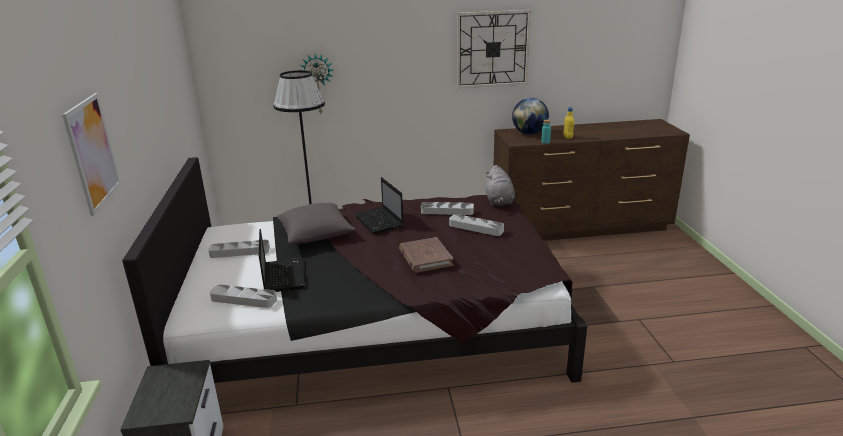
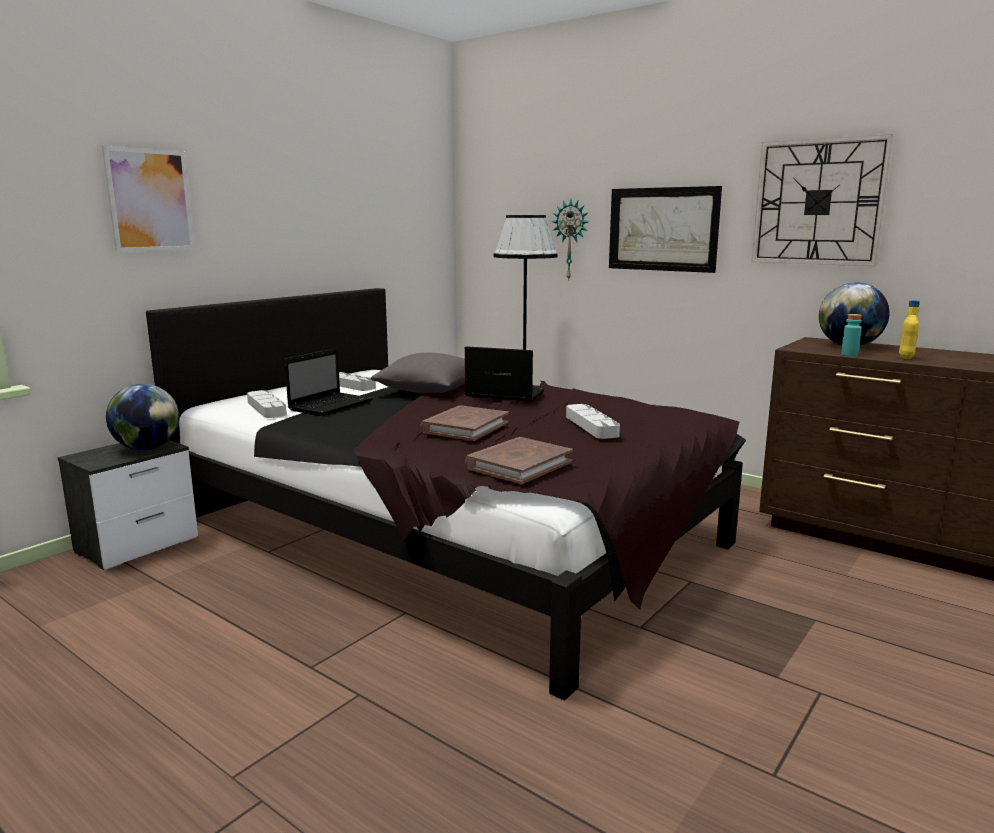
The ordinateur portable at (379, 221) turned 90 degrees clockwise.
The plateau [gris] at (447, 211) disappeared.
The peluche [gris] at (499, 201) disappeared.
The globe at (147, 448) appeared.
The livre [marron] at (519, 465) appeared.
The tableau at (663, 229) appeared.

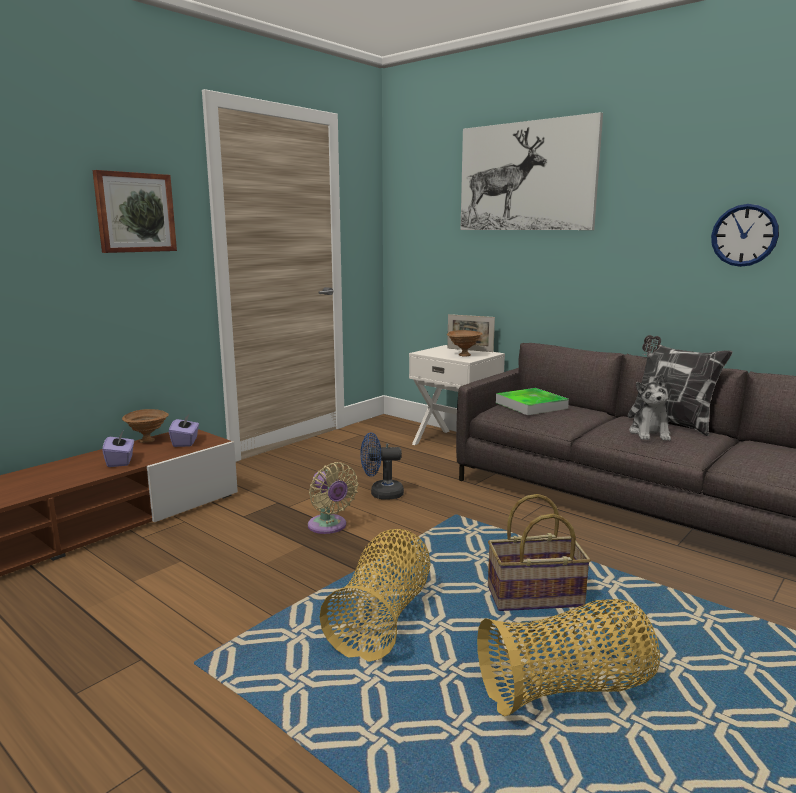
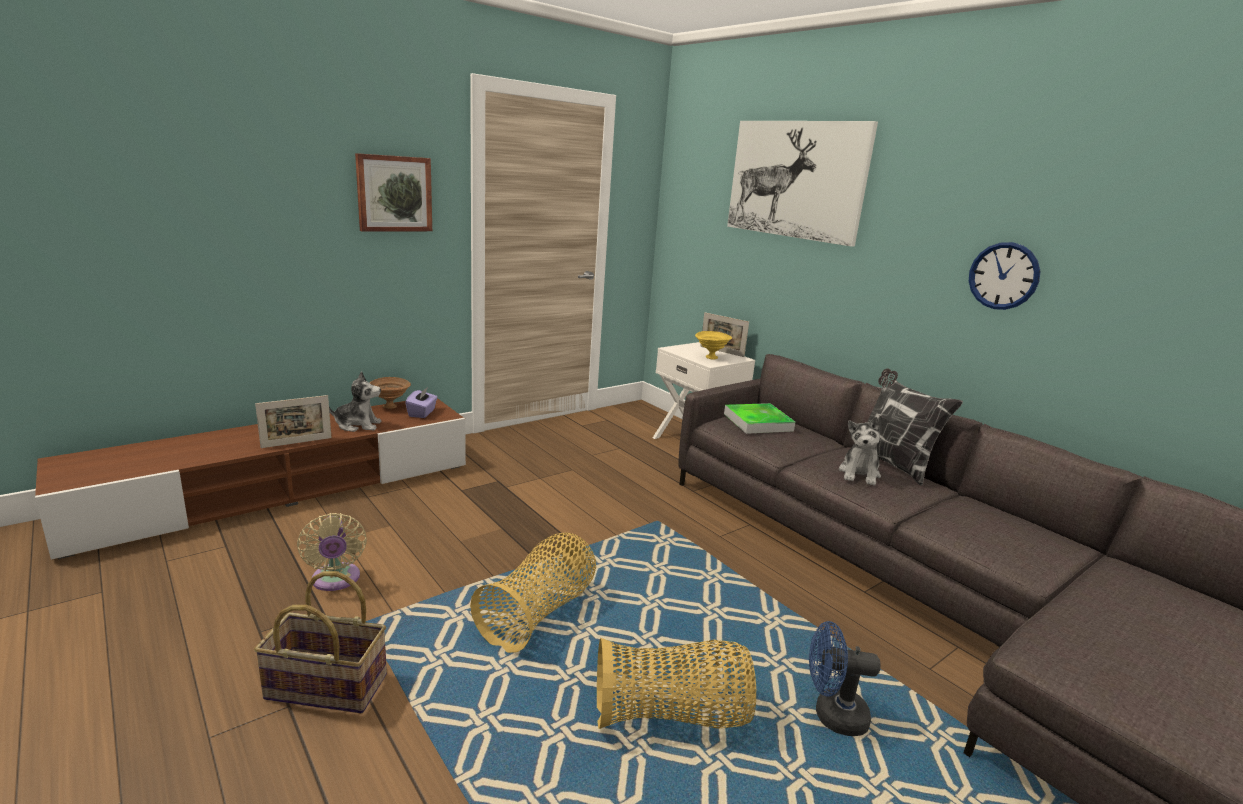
The boîte à mouchoirs [violet] at (121, 461) was replaced by the peluche at (358, 425).
The ventilateur [beige] moved from (329, 526) to (336, 580).
The ventilateur [bleu] moved from (381, 494) to (832, 715).
The bol [marron] at (464, 355) became the bol [jaune] at (710, 357).
The panier moved from (535, 597) to (325, 688).
The cadre photo at (297, 442) appeared.

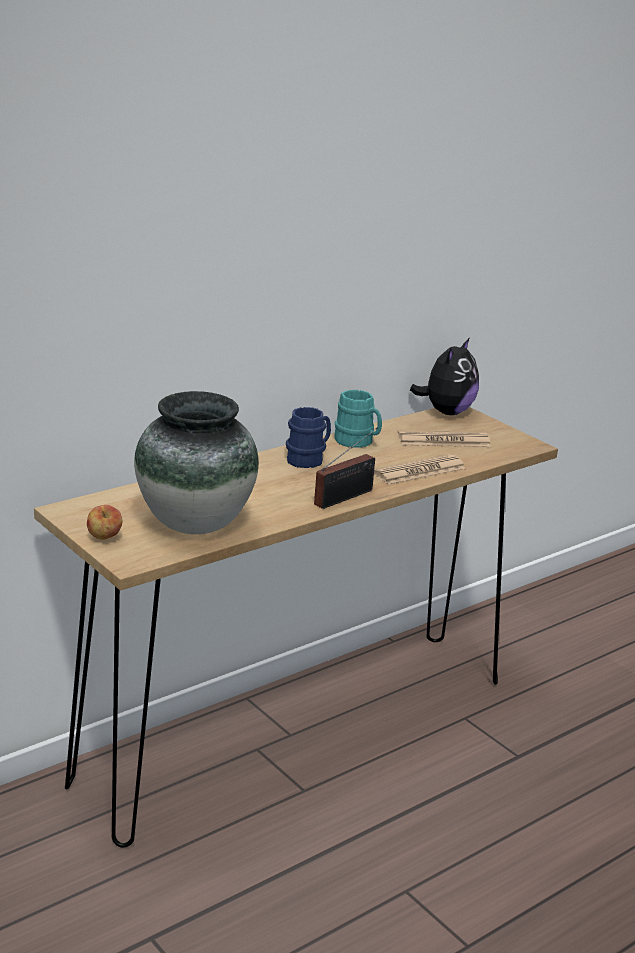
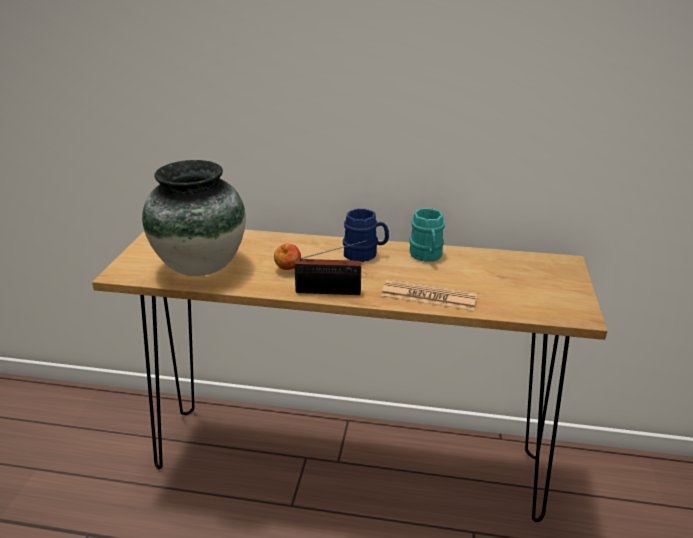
The pomme moved from (104, 538) to (288, 269).
The journal at (443, 441) disappeared.
The peluche at (446, 412) disappeared.

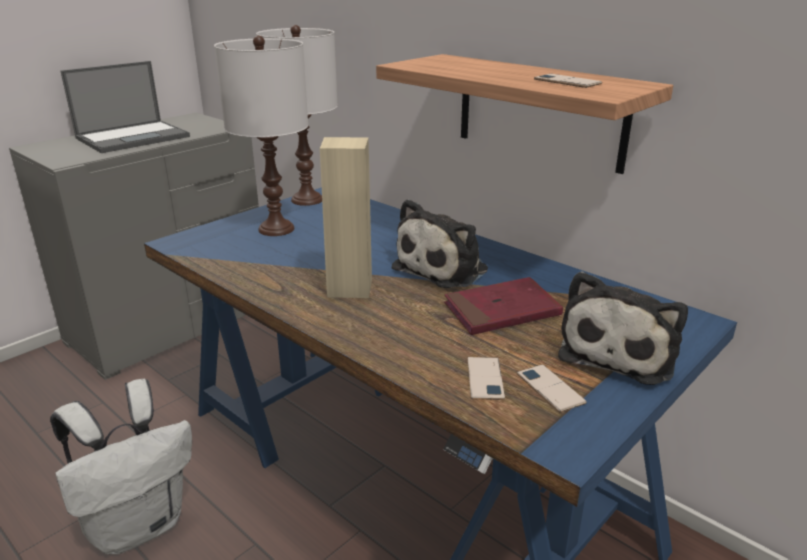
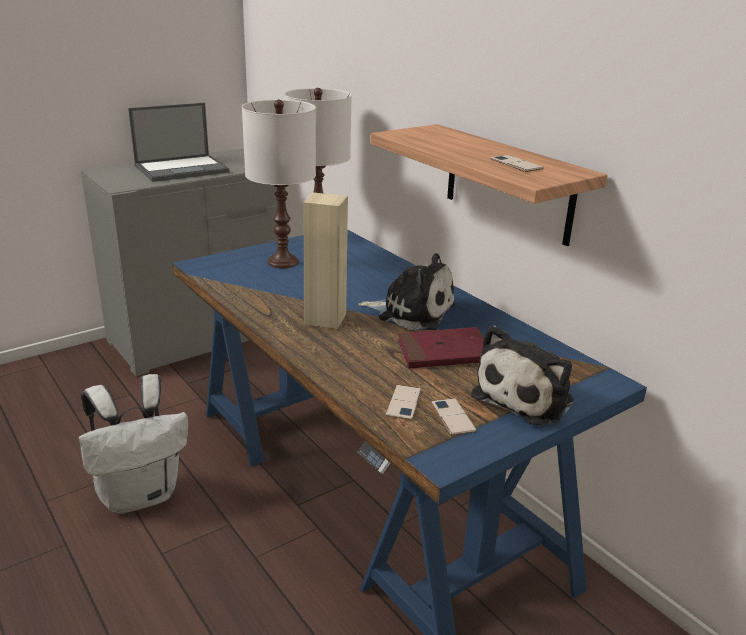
The peluche at (445, 268) turned 120 degrees counterclockwise.

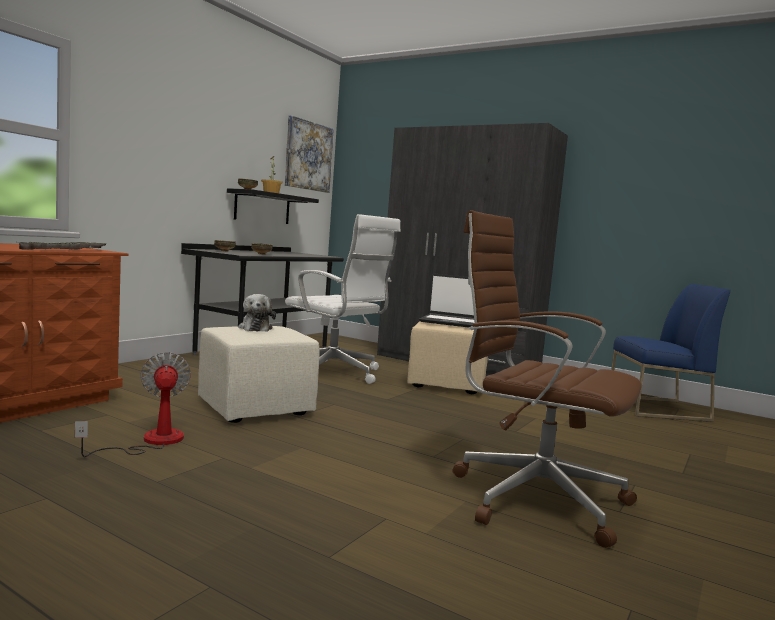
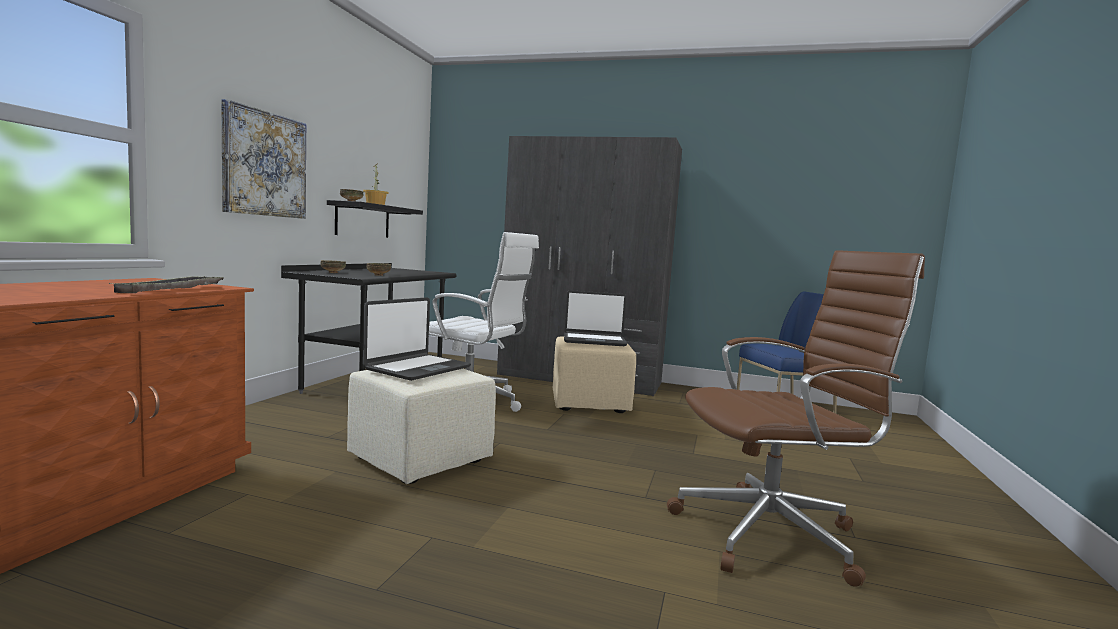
The ventilateur at (150, 442) disappeared.
The peluche at (255, 328) was replaced by the ordinateur portable at (417, 368).
The tableau moved from (308, 156) to (265, 164).
The chaise de bureau [marron] at (533, 497) turned 150 degrees clockwise.

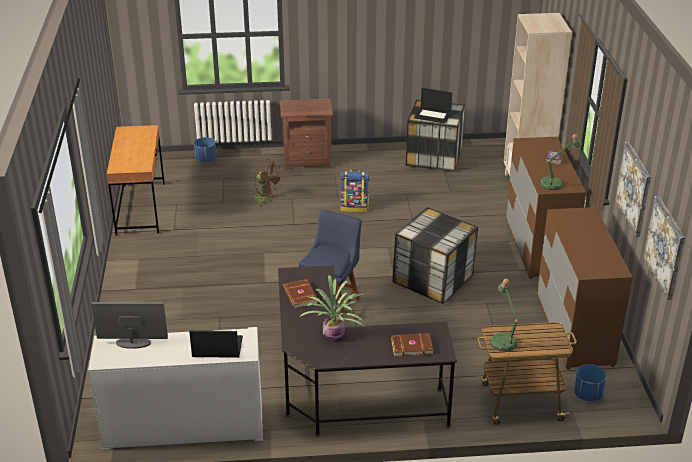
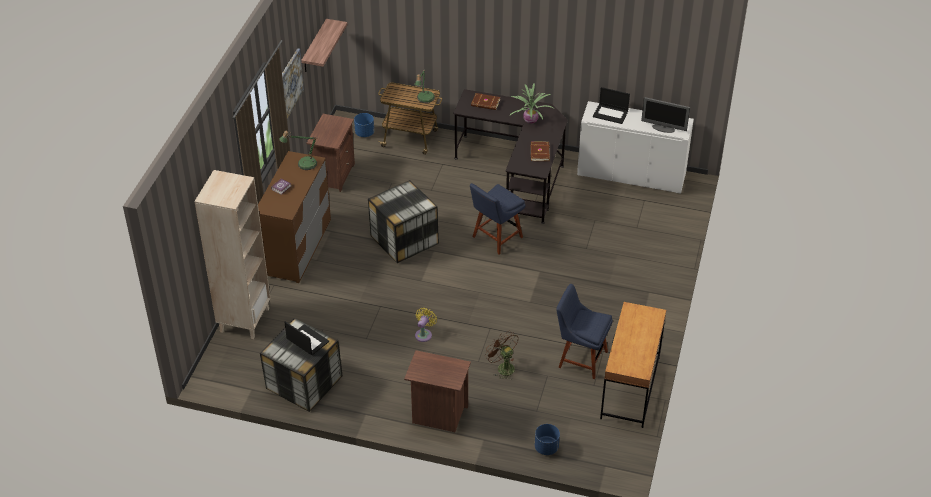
The sac à dos at (354, 207) was replaced by the ventilateur [jaune] at (424, 334).
The commode [marron] at (574, 329) was replaced by the table de chevet [marron] at (333, 174).
The tableau at (665, 247) was replaced by the étagère at (314, 47).
The chaise [bleu] at (580, 358) appeared.

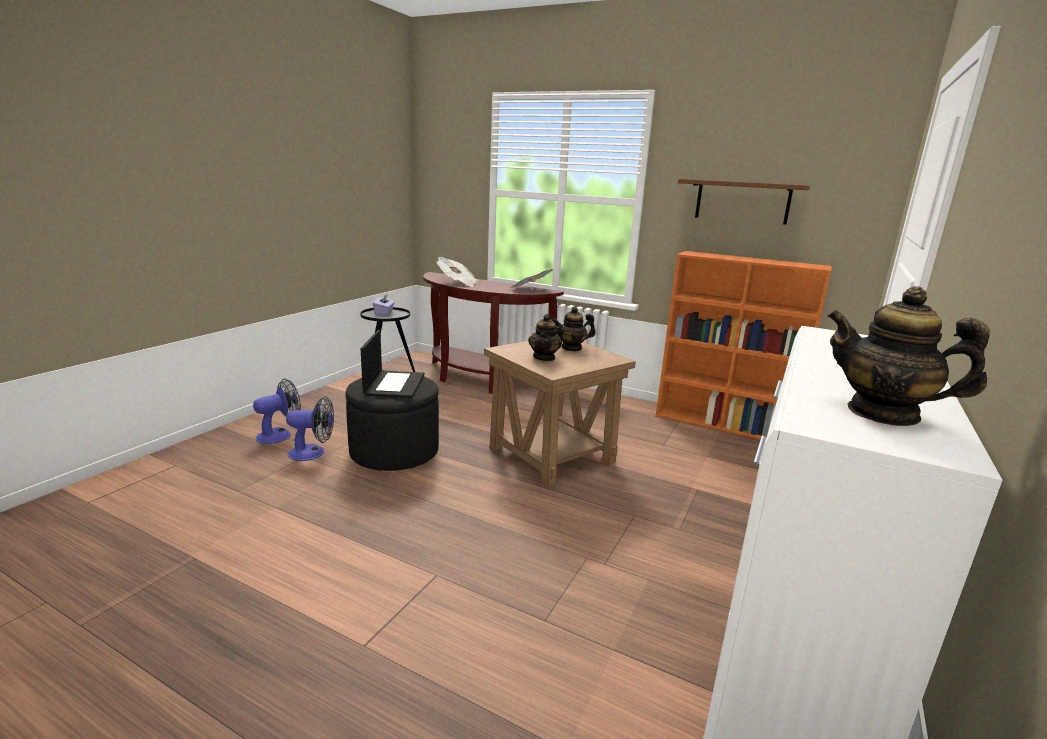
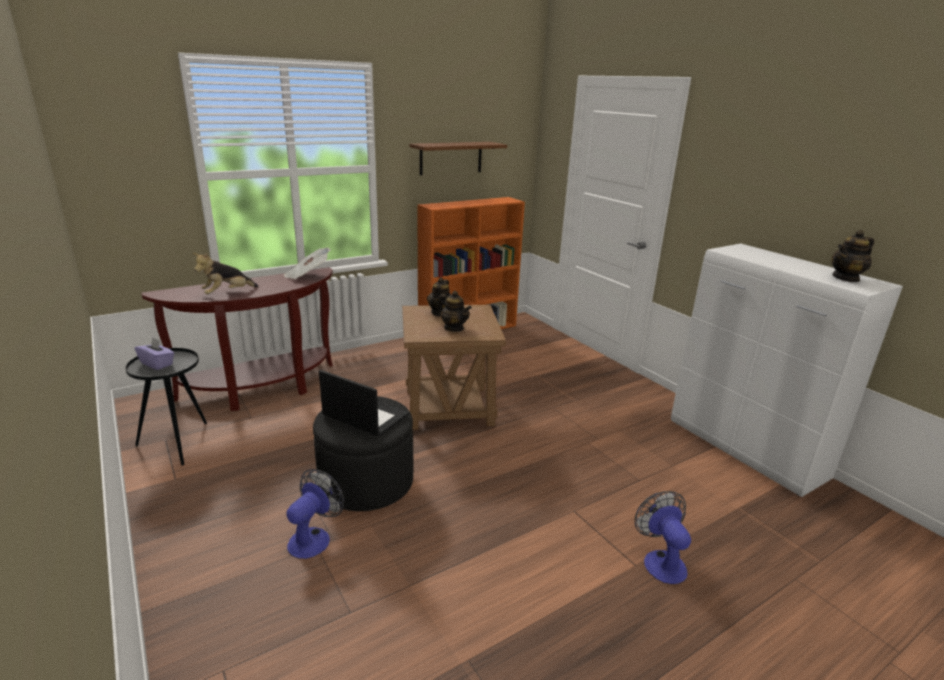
The ventilateur moved from (279, 434) to (660, 560).
The journal at (457, 283) was replaced by the peluche at (227, 293).

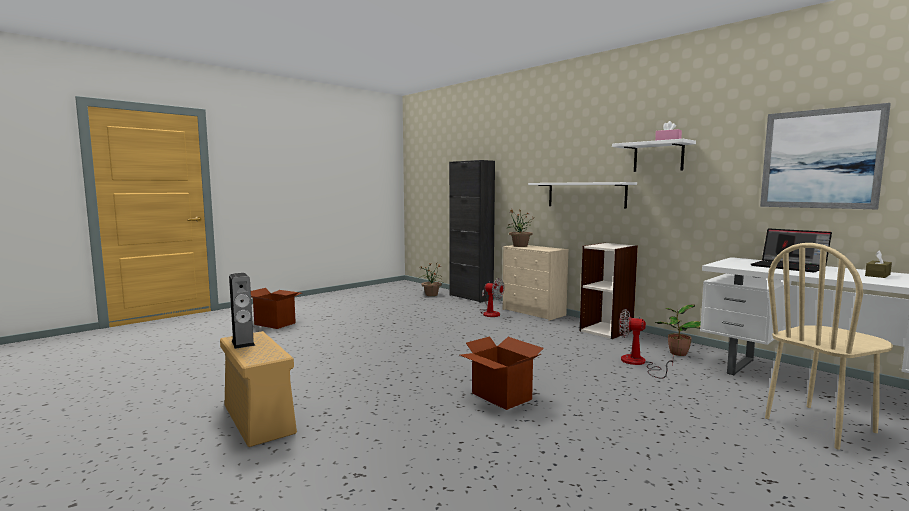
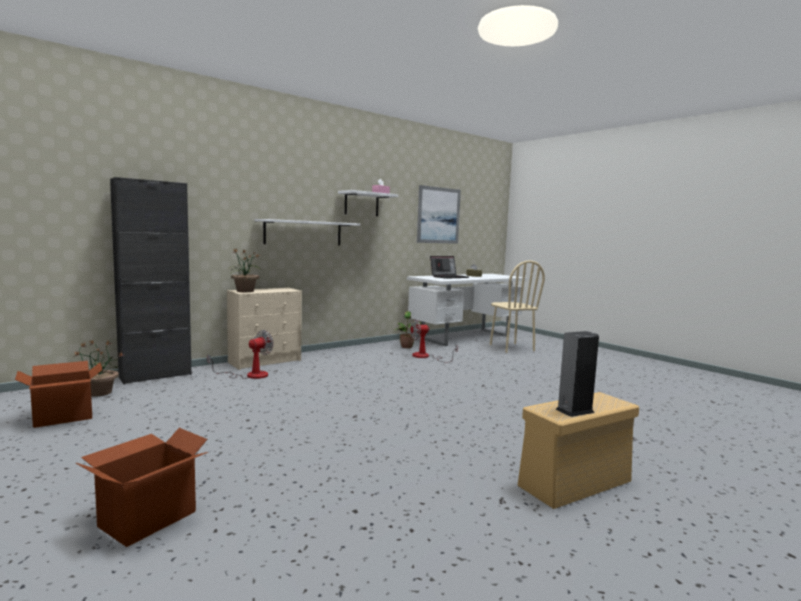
The carton moved from (501, 396) to (63, 417).
The bibliothèque at (607, 330) disappeared.
The ventilateur at (638, 364) turned 45 degrees clockwise.

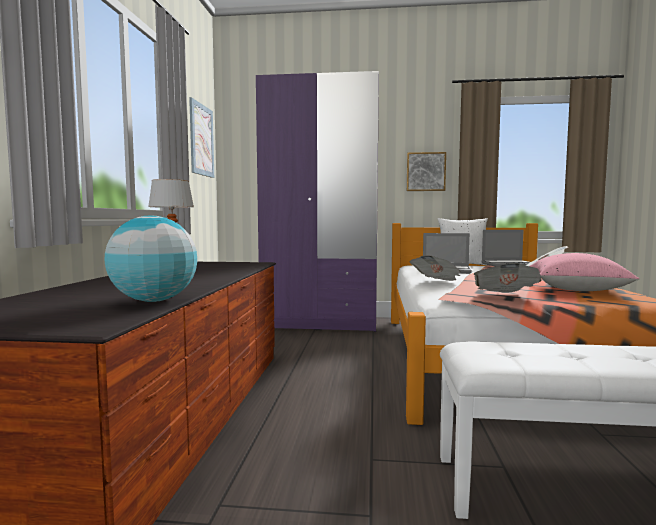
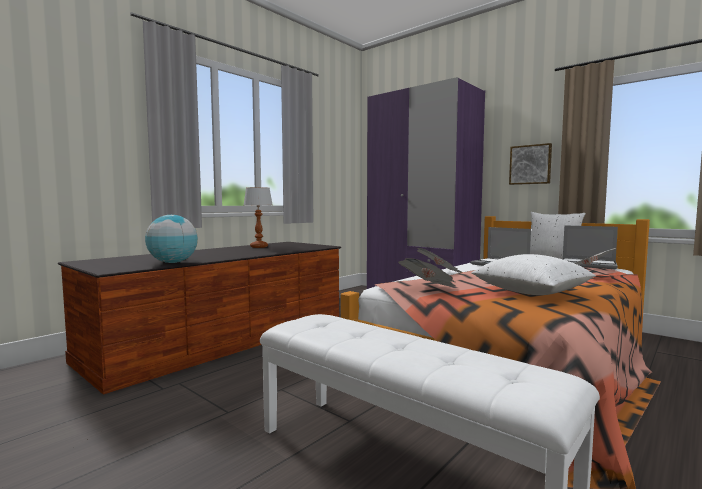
The tableau at (201, 140) disappeared.
The coussin [rose] at (576, 290) became the coussin [blanc] at (531, 292).

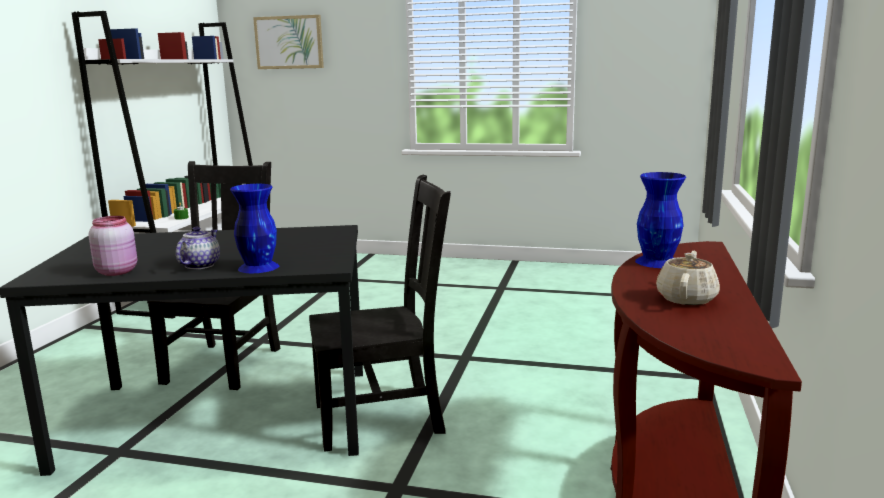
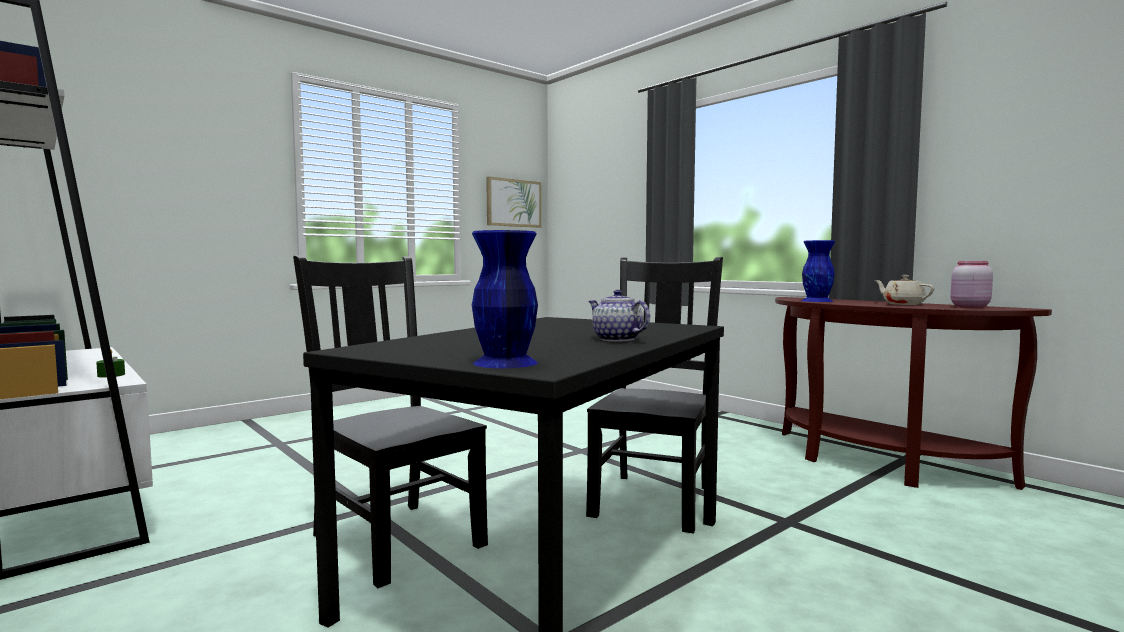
The bocal [rose] moved from (117, 271) to (968, 307).
The vase [bleu] moved from (258, 267) to (504, 362).
The tableau moved from (289, 42) to (513, 203).

